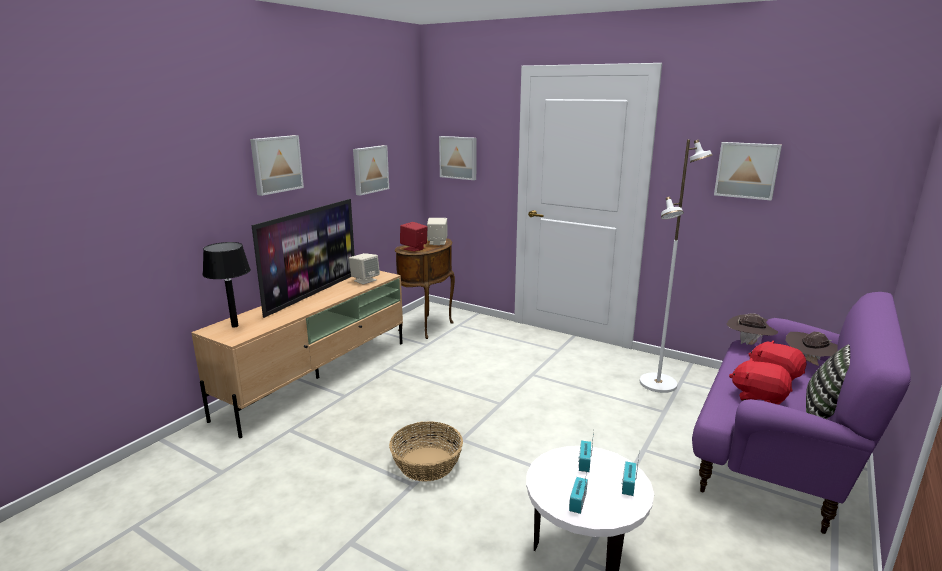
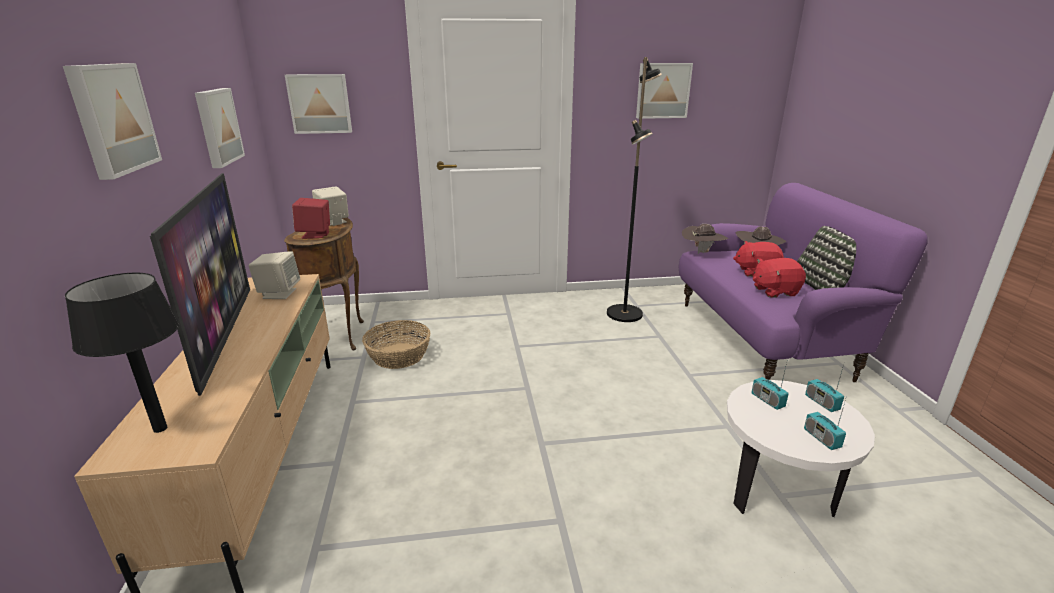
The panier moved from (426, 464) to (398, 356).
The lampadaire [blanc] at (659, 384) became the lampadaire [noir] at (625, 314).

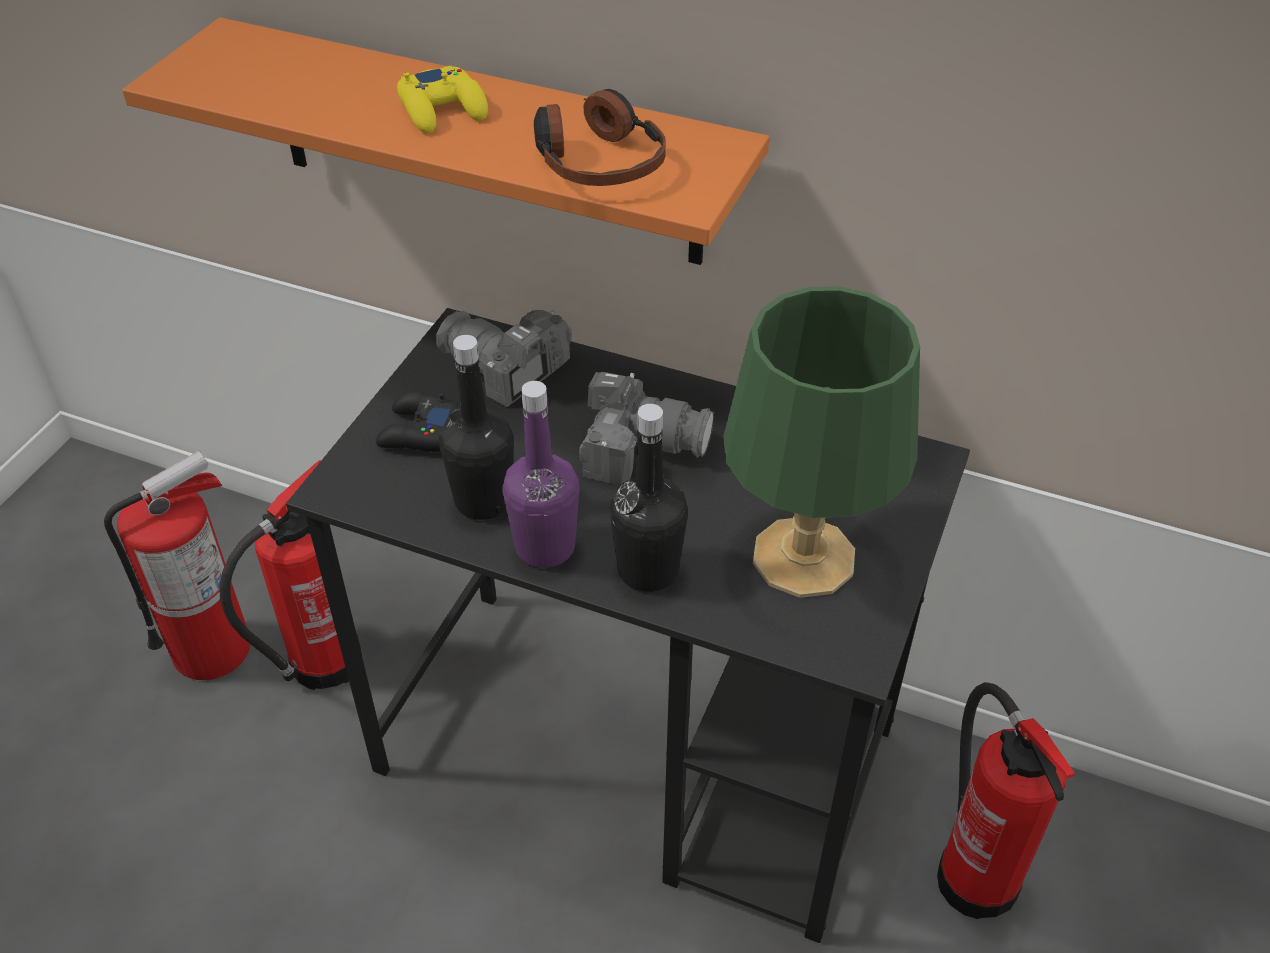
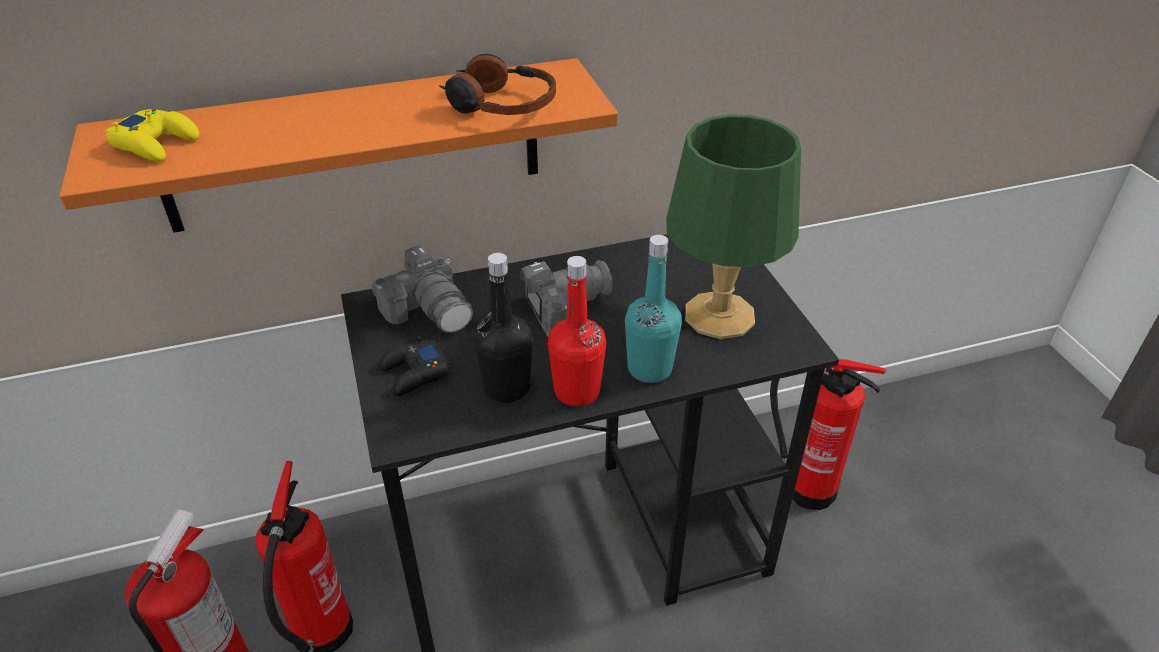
The manette [jaune] moved from (443, 109) to (156, 143).
The appareil photo at (506, 371) turned 120 degrees counterclockwise.
The bouteille [violet] at (545, 547) became the bouteille [rouge] at (577, 391).
The bouteille [noir] at (648, 570) became the bouteille [turquoise] at (649, 369).

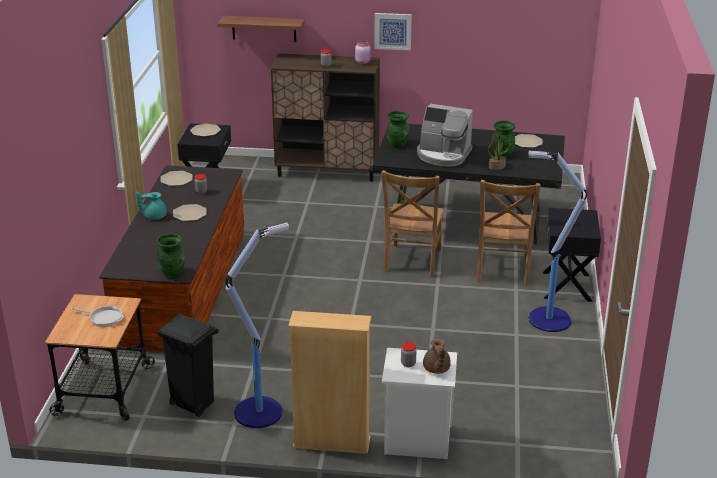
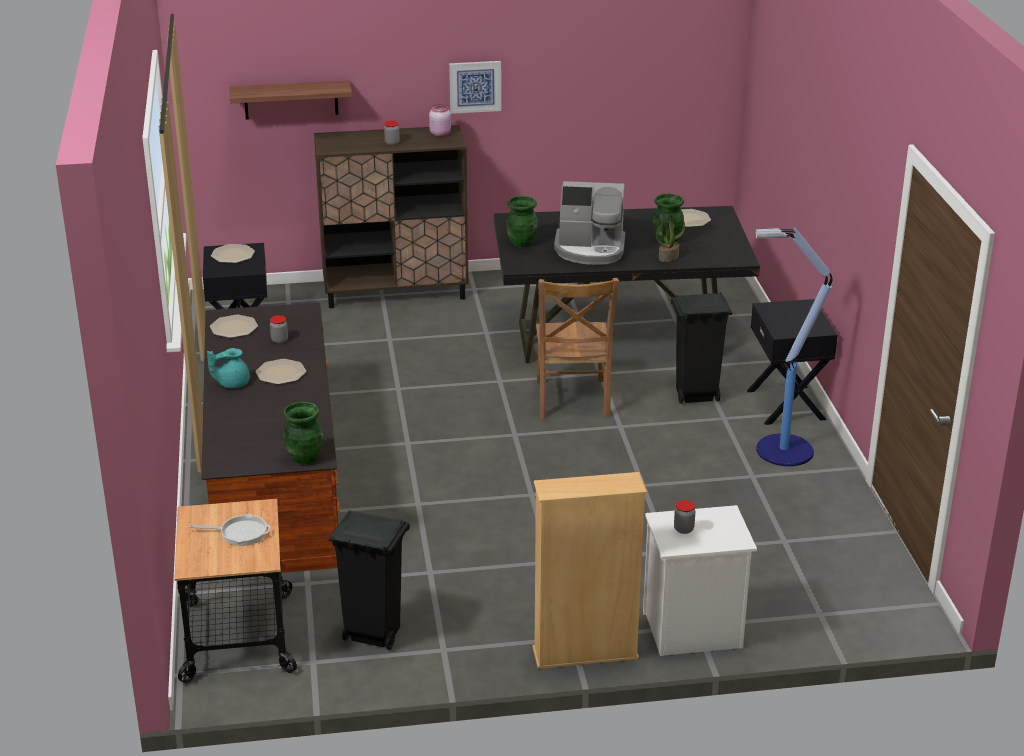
The lampadaire at (260, 411) disappeared.
The théière [marron] at (436, 369) disappeared.
The chaise [marron] at (502, 271) was replaced by the poubelle [noir] at (695, 396).

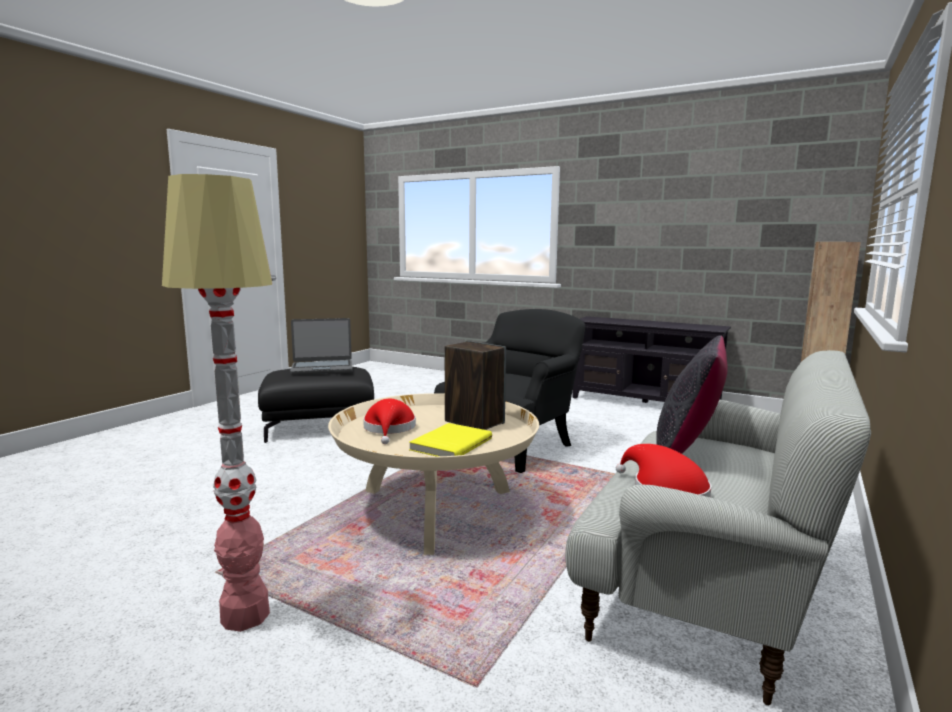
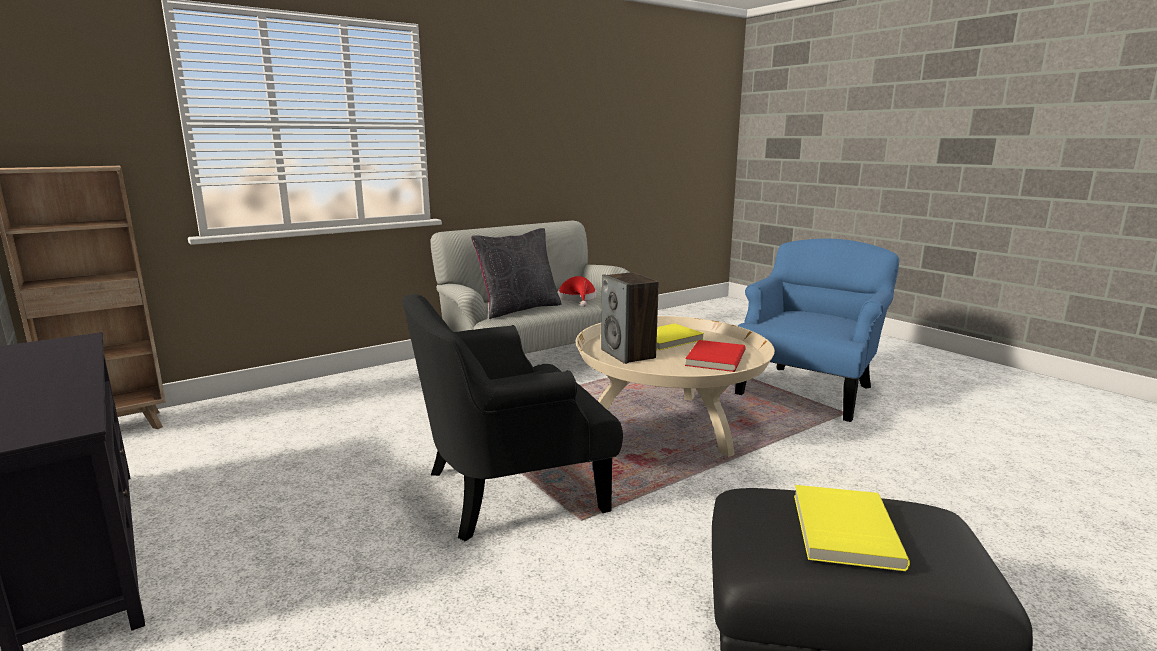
The lampadaire at (245, 616) was replaced by the fauteuil [bleu] at (808, 390).
The ordinateur portable at (322, 368) was replaced by the livre [jaune] at (842, 530).
The chapeau [rouge] at (389, 429) was replaced by the livre [rouge] at (714, 358).

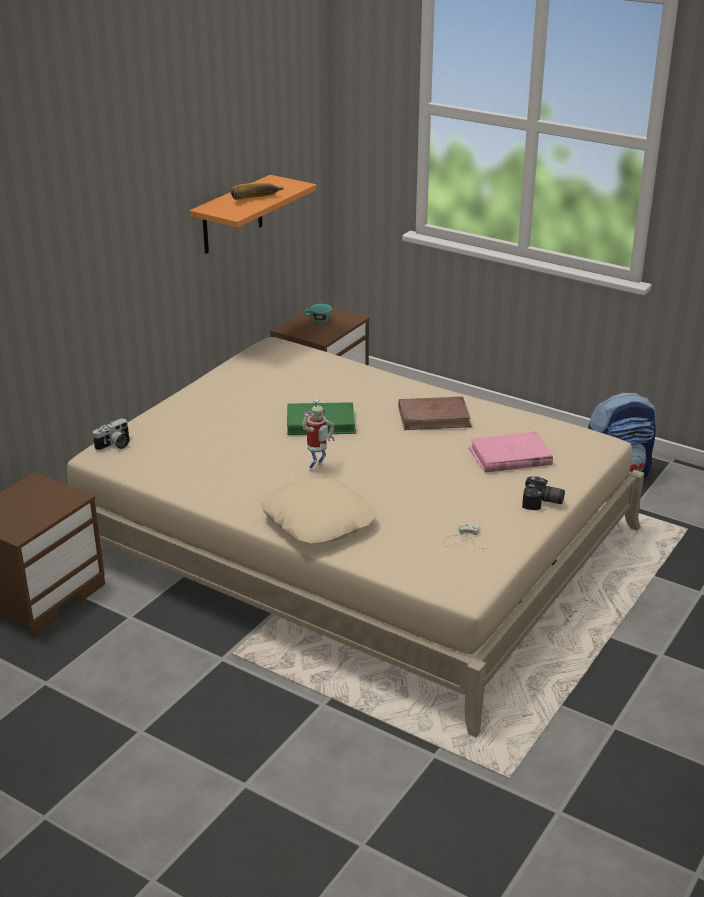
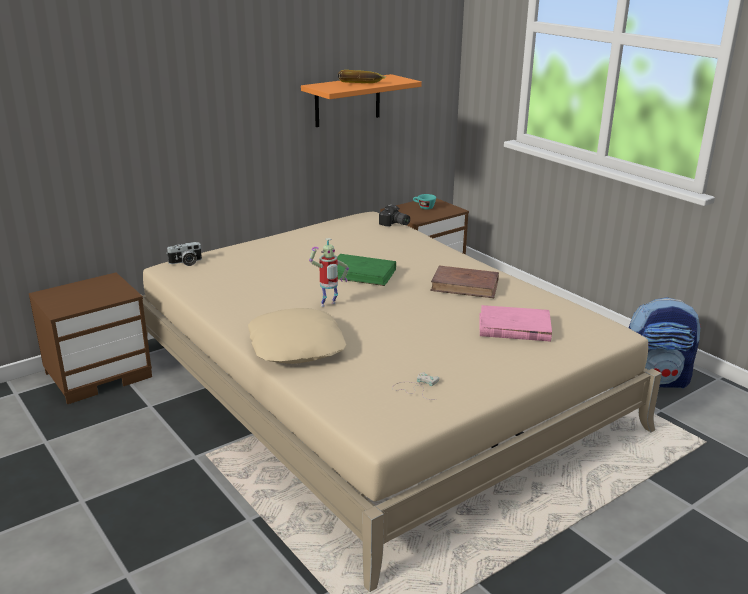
The appareil photo moved from (542, 503) to (394, 224).

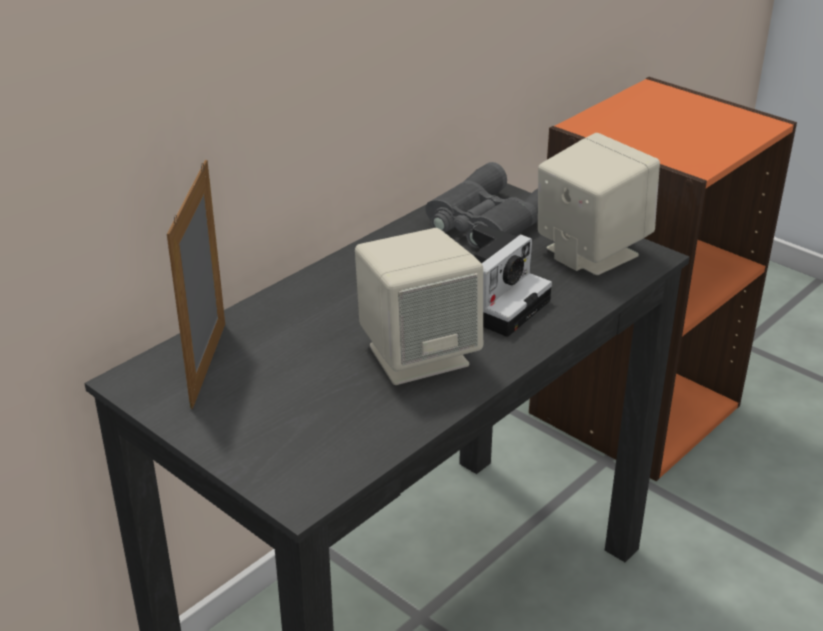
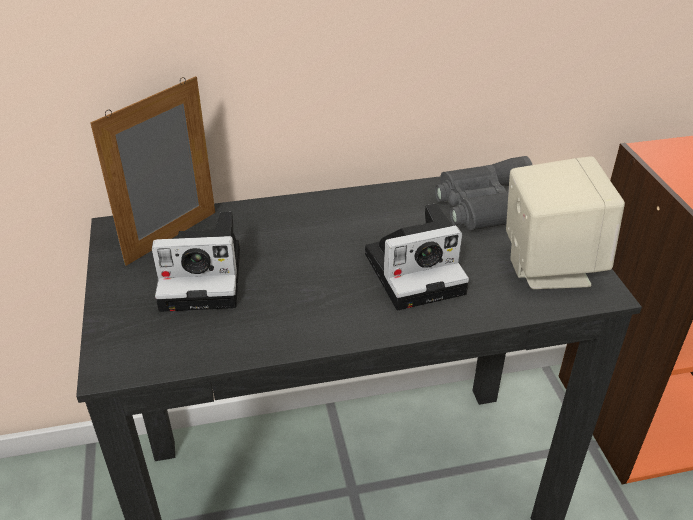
The enceinte [beige] at (418, 355) disappeared.
The appareil photo at (205, 277) appeared.

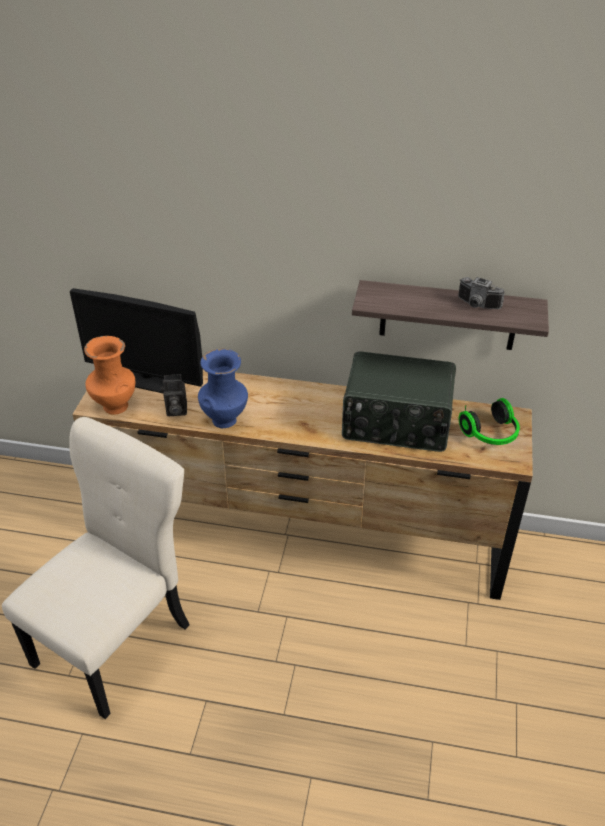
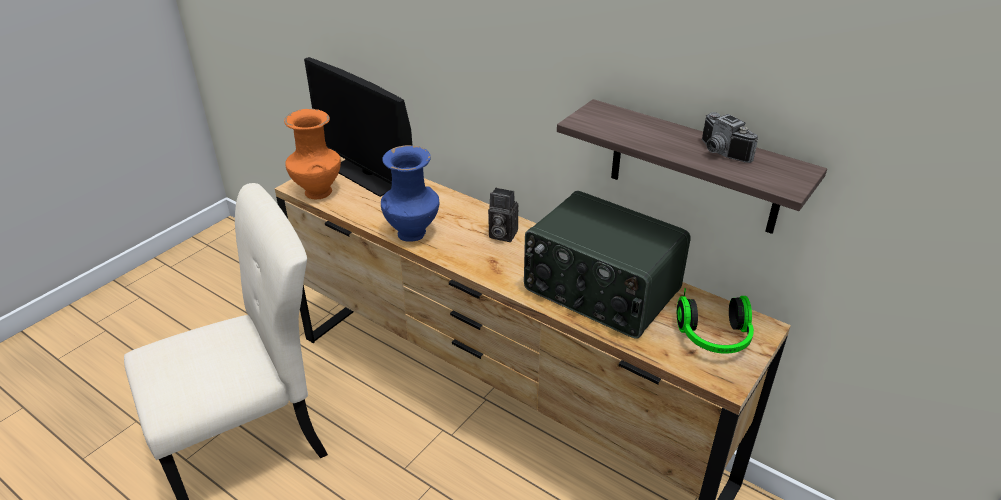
The appareil photo moved from (175, 410) to (501, 234).

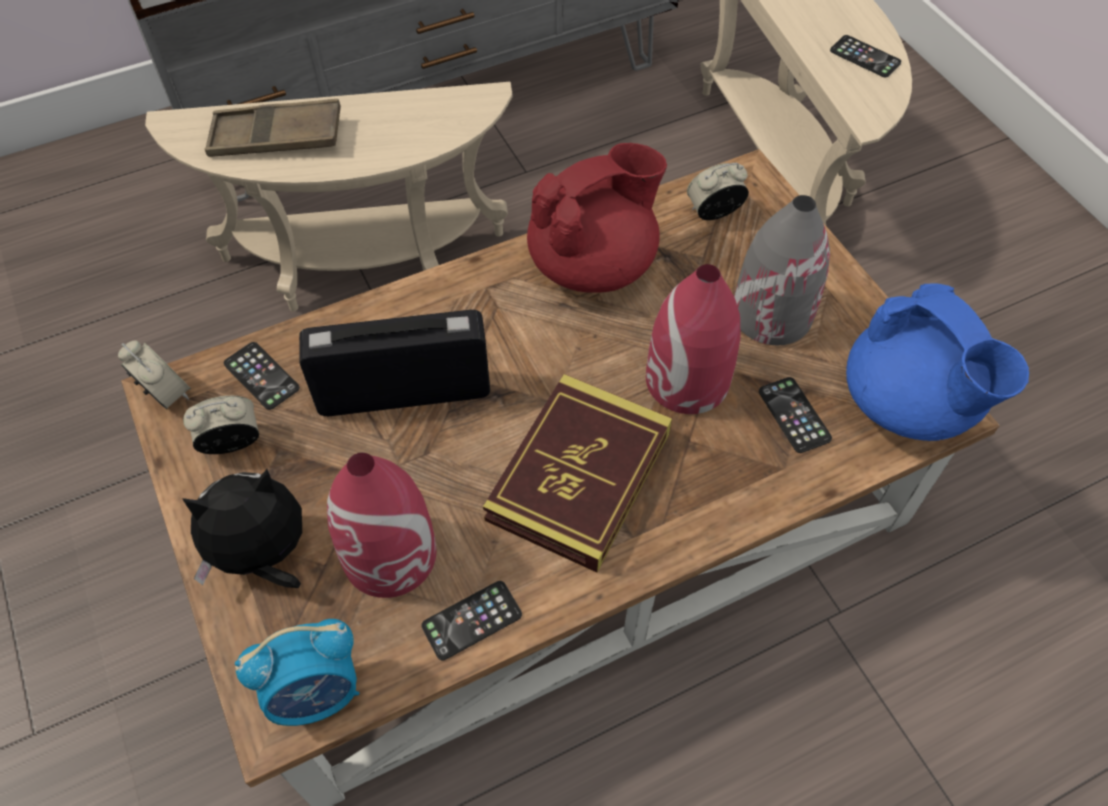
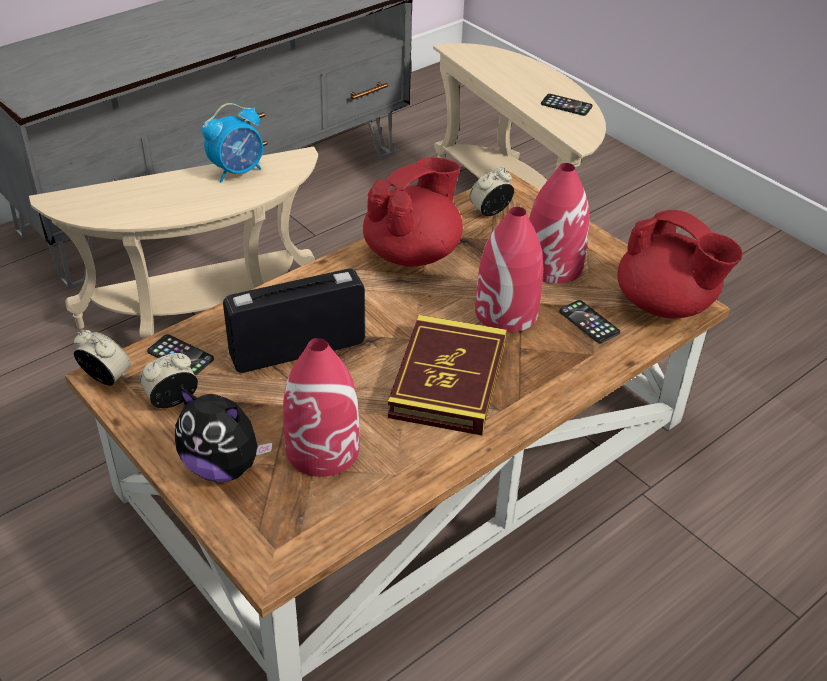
The peluche at (263, 556) turned 120 degrees counterclockwise.
The plateau [marron] at (276, 137) disappeared.
The réveil moved from (316, 693) to (237, 171).
The téléphone at (472, 620) disappeared.
The vase [gris] at (771, 313) became the vase [rouge] at (552, 265).
The théière [bleu] at (908, 404) became the théière [rouge] at (665, 305).

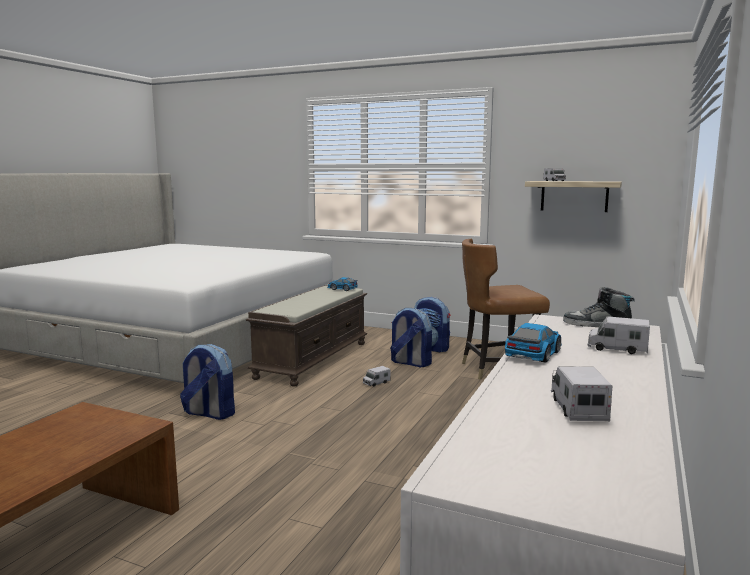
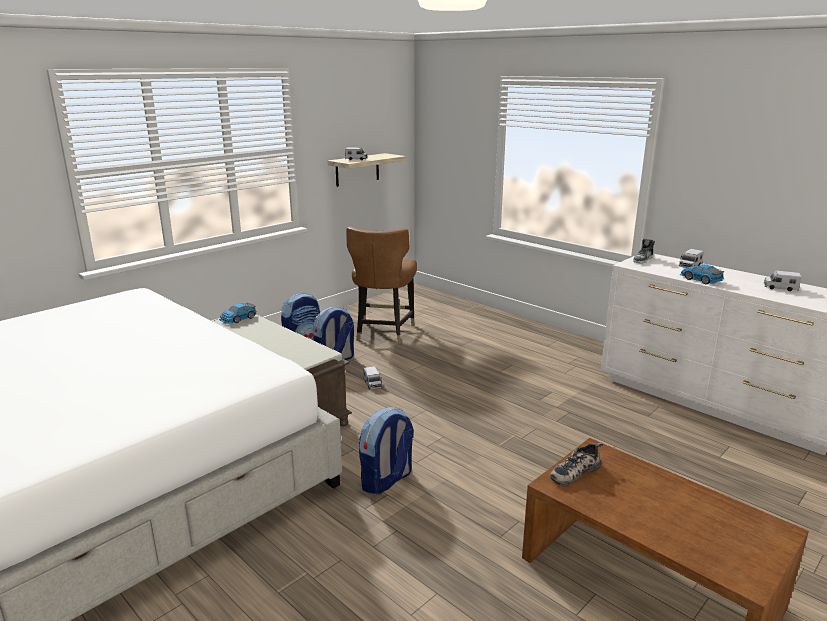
The chaussure at (574, 471) appeared.

